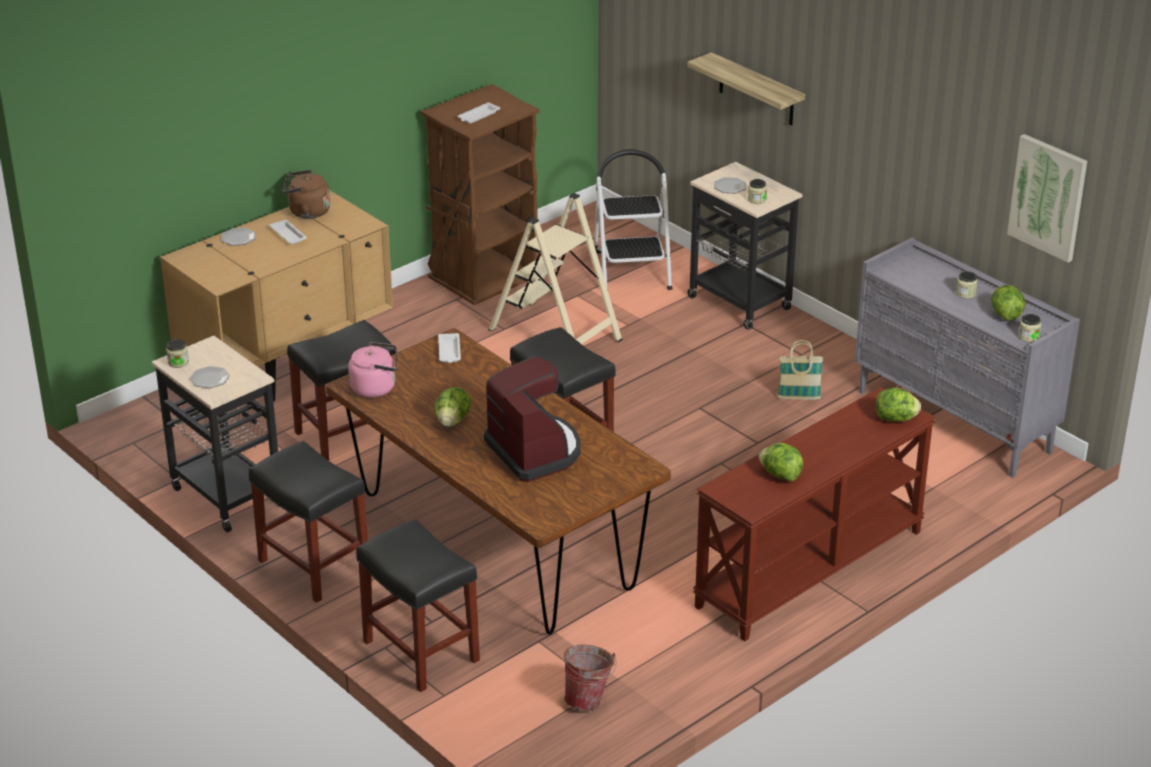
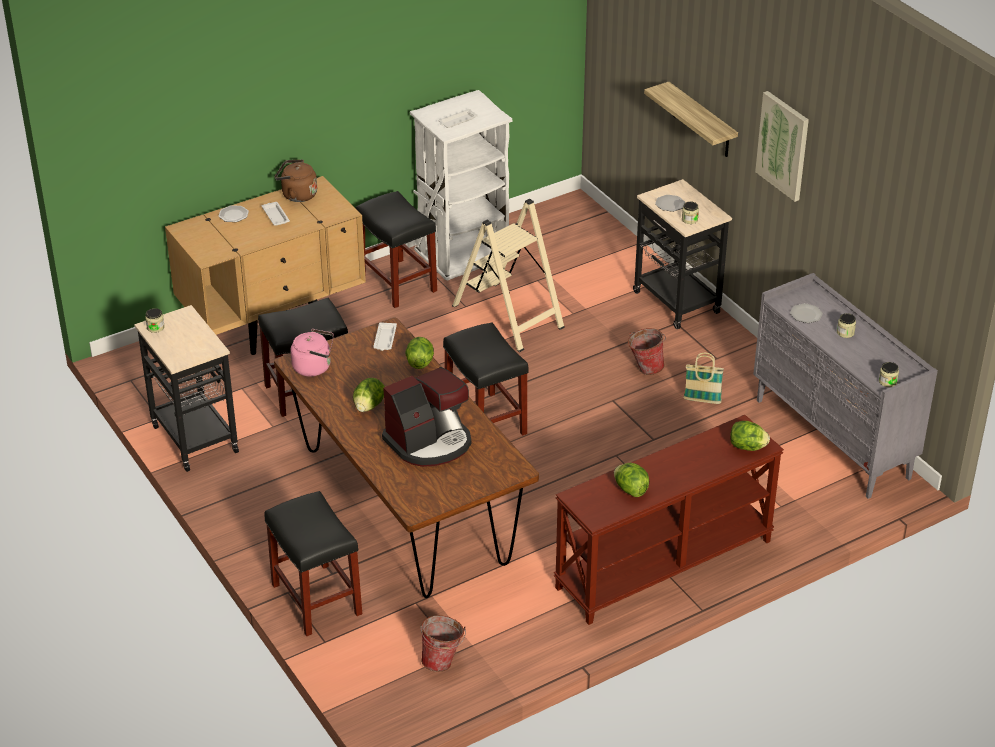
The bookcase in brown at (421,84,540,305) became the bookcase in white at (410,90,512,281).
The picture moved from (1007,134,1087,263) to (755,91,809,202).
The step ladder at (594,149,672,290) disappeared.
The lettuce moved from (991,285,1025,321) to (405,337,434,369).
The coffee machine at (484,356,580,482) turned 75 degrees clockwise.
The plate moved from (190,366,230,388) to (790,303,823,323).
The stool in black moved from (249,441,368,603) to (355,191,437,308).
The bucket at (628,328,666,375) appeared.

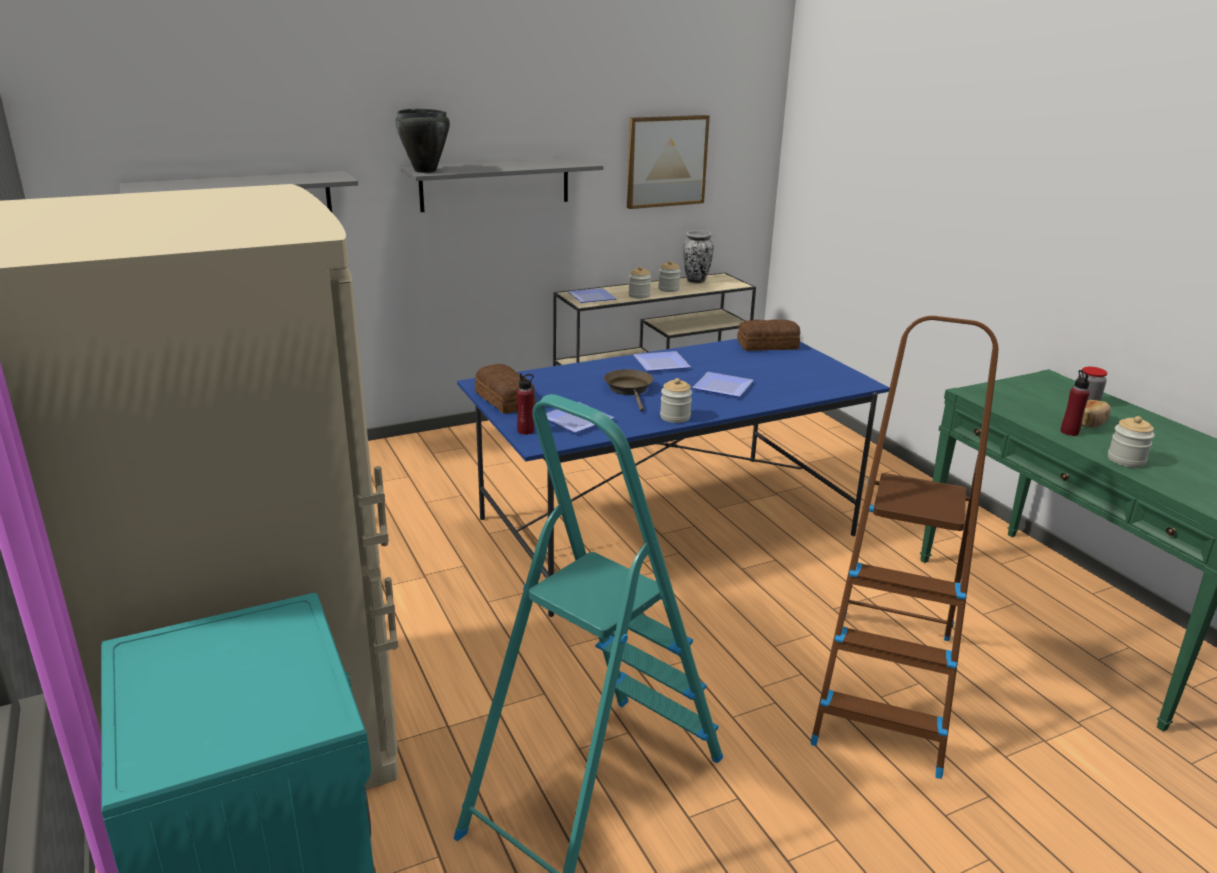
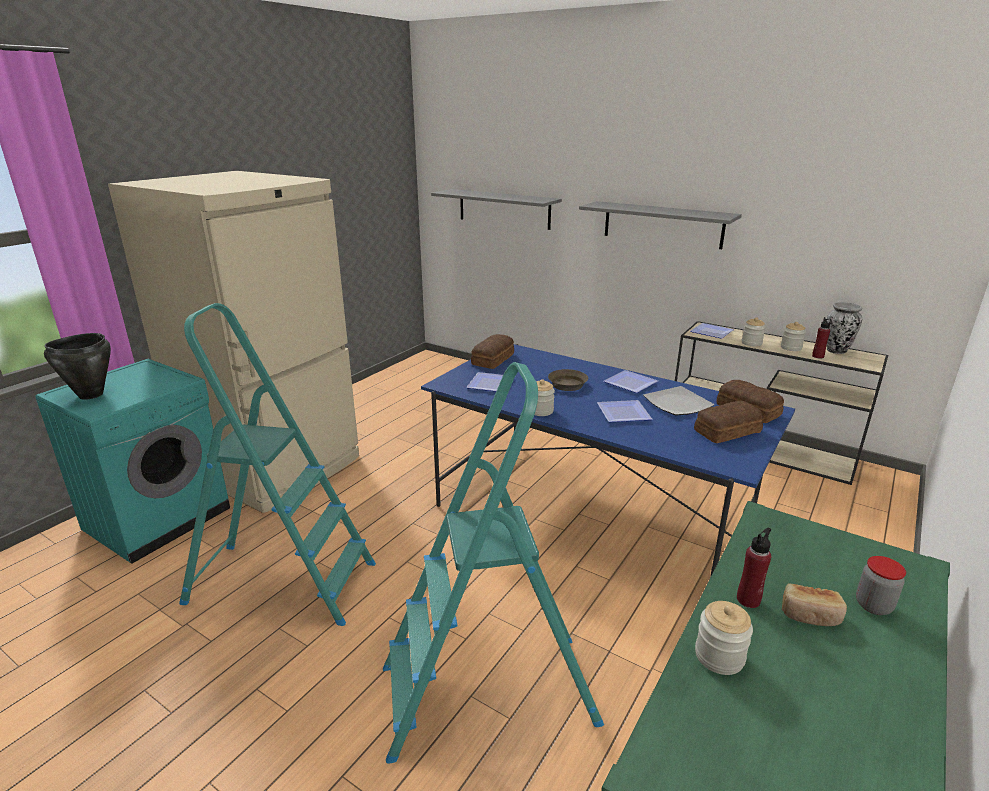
The cooking pot in black moved from (395,108,450,173) to (44,333,111,400).
The picture at (627,115,710,209) disappeared.
The step ladder in brown at (811,316,999,779) became the step ladder in turquoise at (383,362,604,764).
The bottle in red moved from (517,373,534,435) to (812,317,832,359).
The plate at (643,386,714,415) appeared.
The bread at (694,401,764,443) appeared.

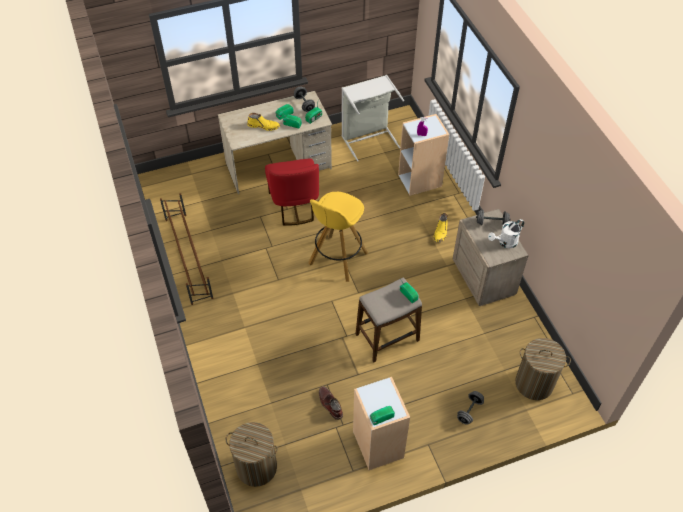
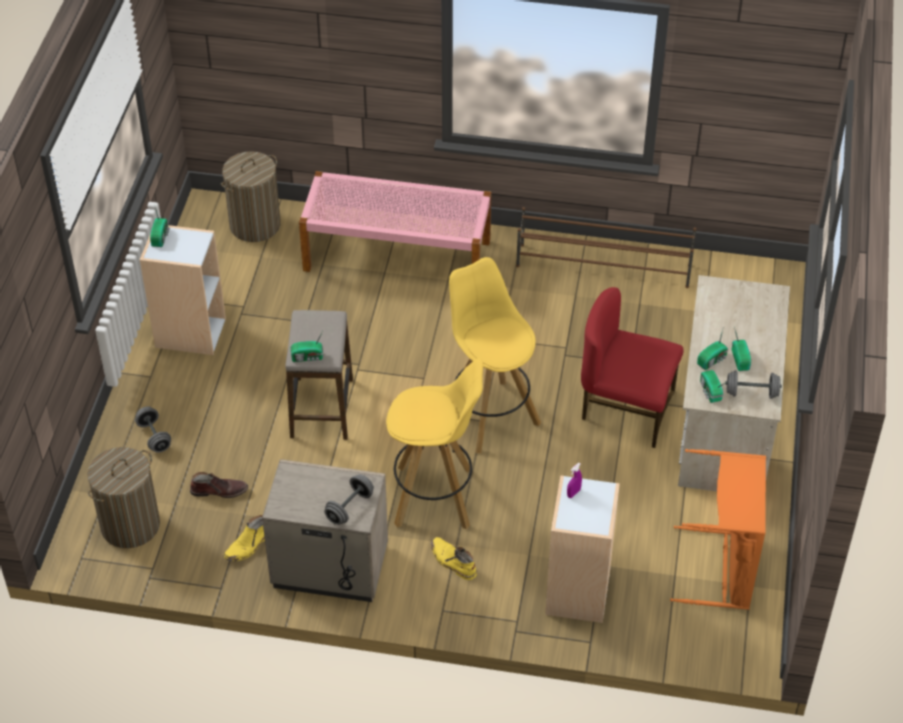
The laundry basket in grey at (341,75,404,162) became the laundry basket in orange at (670,449,766,610).
The boot in yellow moved from (247,113,280,131) to (223,515,265,561).
The watering can in white at (488,219,524,248) disappeared.
The boot in brown moved from (319,386,343,420) to (190,472,248,498).
The bench in pink at (299,171,491,272) appeared.
The stool in yellow at (386,358,483,530) appeared.

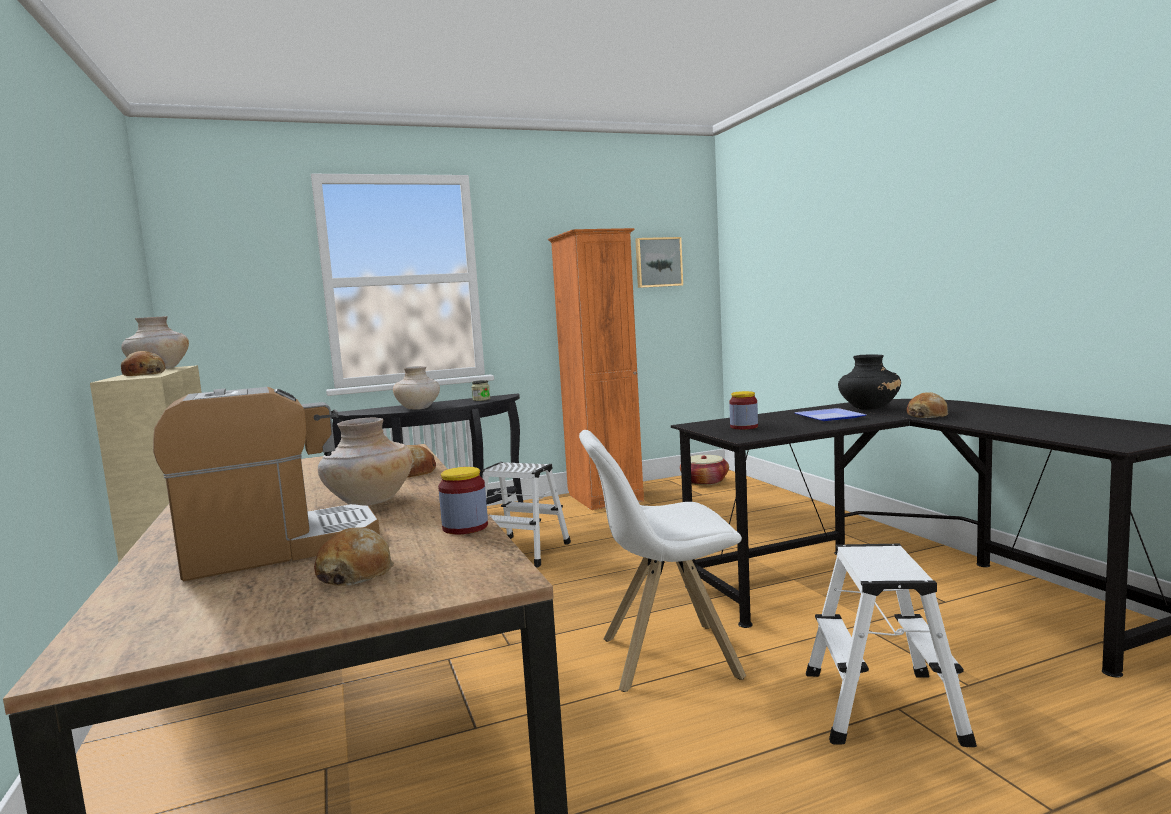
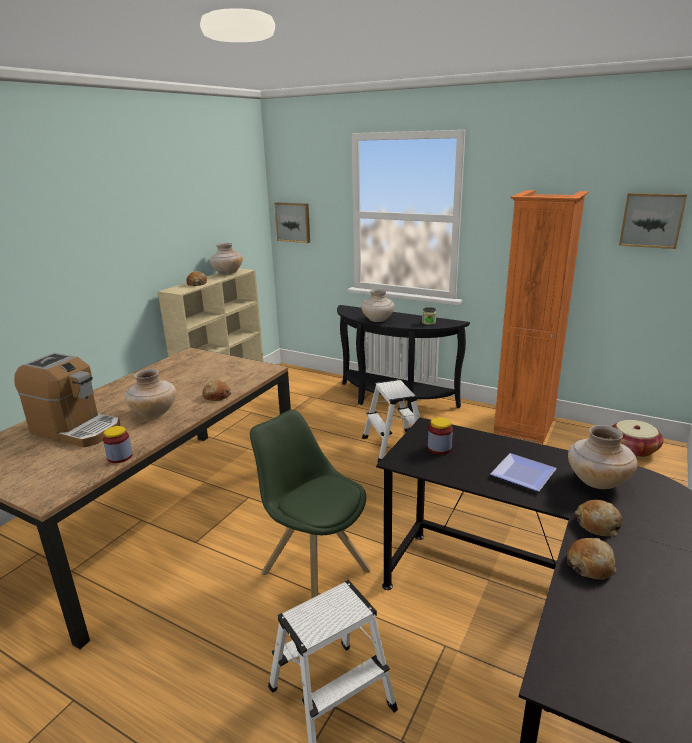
The vase in black at (838,354,901,410) became the vase in beige at (568,425,638,489).
The chair in white at (579,430,746,692) became the chair in green at (250,409,370,599).
The bread moved from (314,527,394,586) to (567,538,616,579).
The picture at (274,202,310,243) appeared.

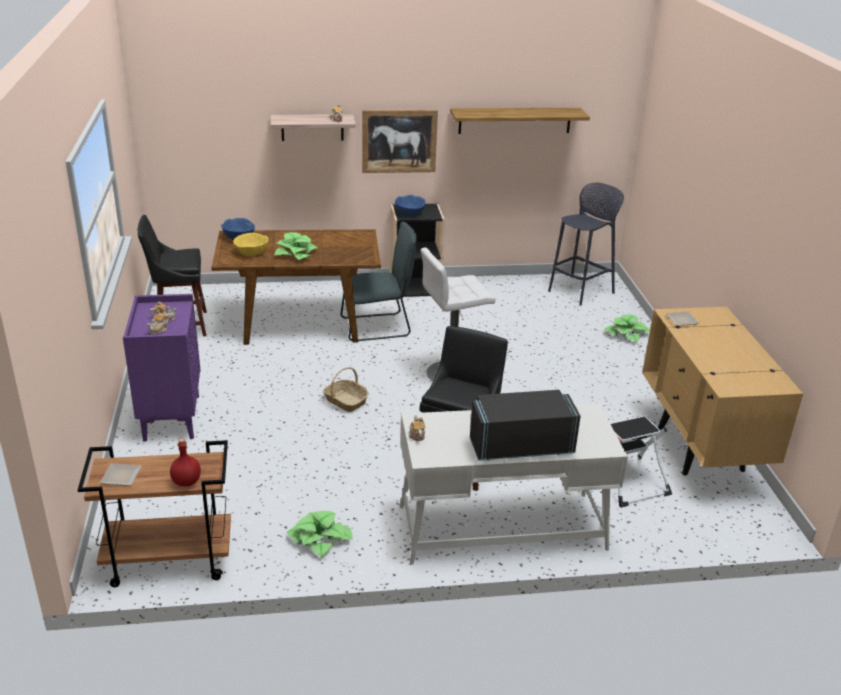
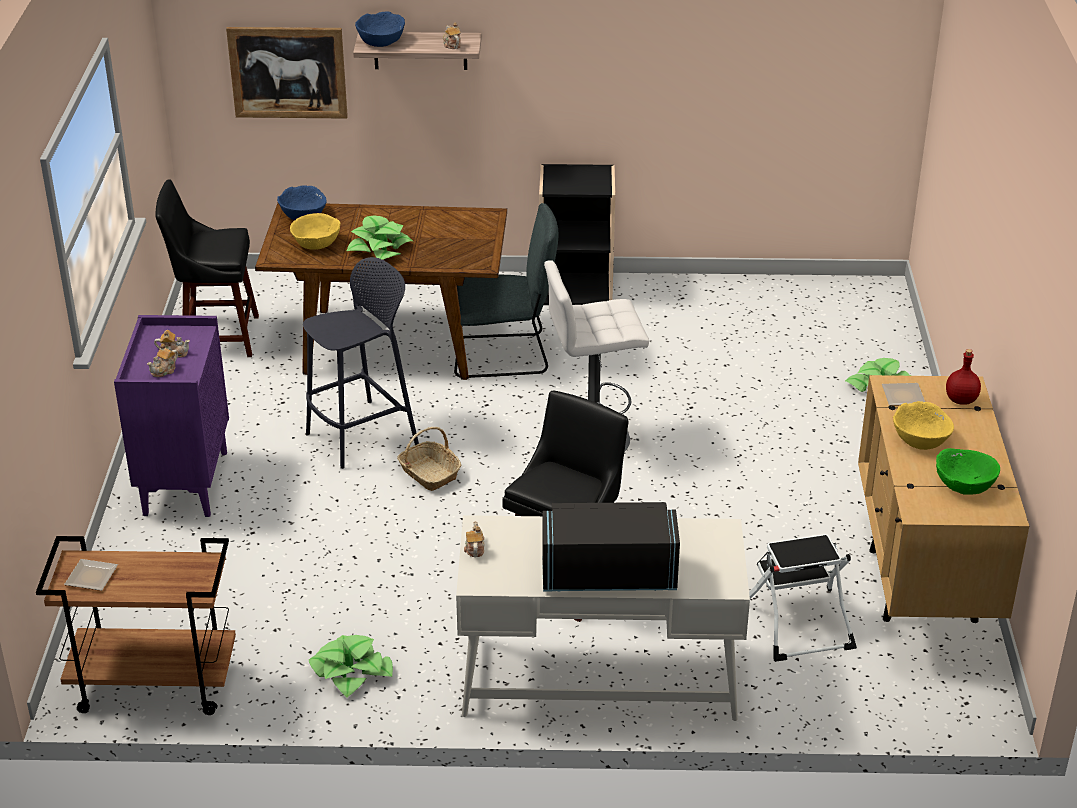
The shelf at (450,108,590,134) disappeared.
The picture moved from (362,110,438,173) to (226,27,348,119).
The stool in grey moved from (548,183,624,306) to (303,257,419,469).
The bowl in blue moved from (395,195,425,216) to (355,12,405,47).
The bottle in red moved from (170,439,201,487) to (946,349,981,405).
The bowl in yellow at (893,401,954,450) appeared.
The bowl in green at (936,448,1000,495) appeared.

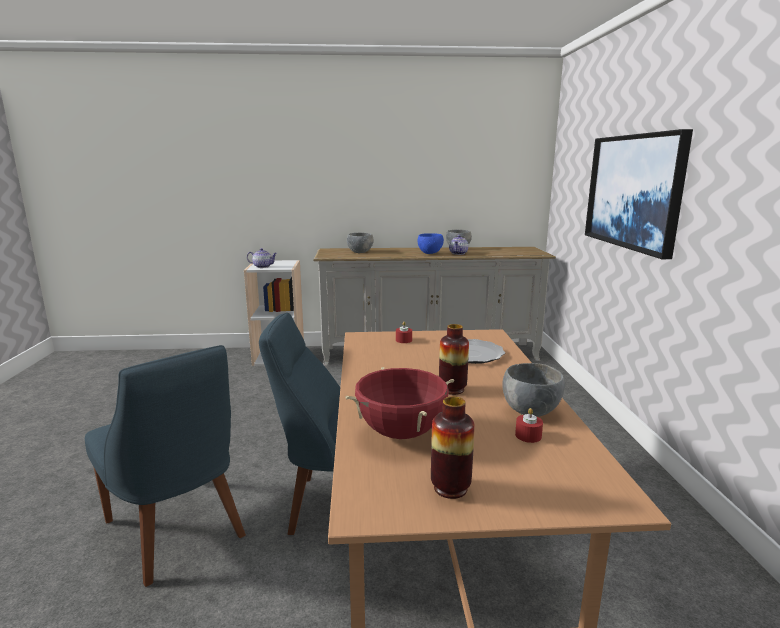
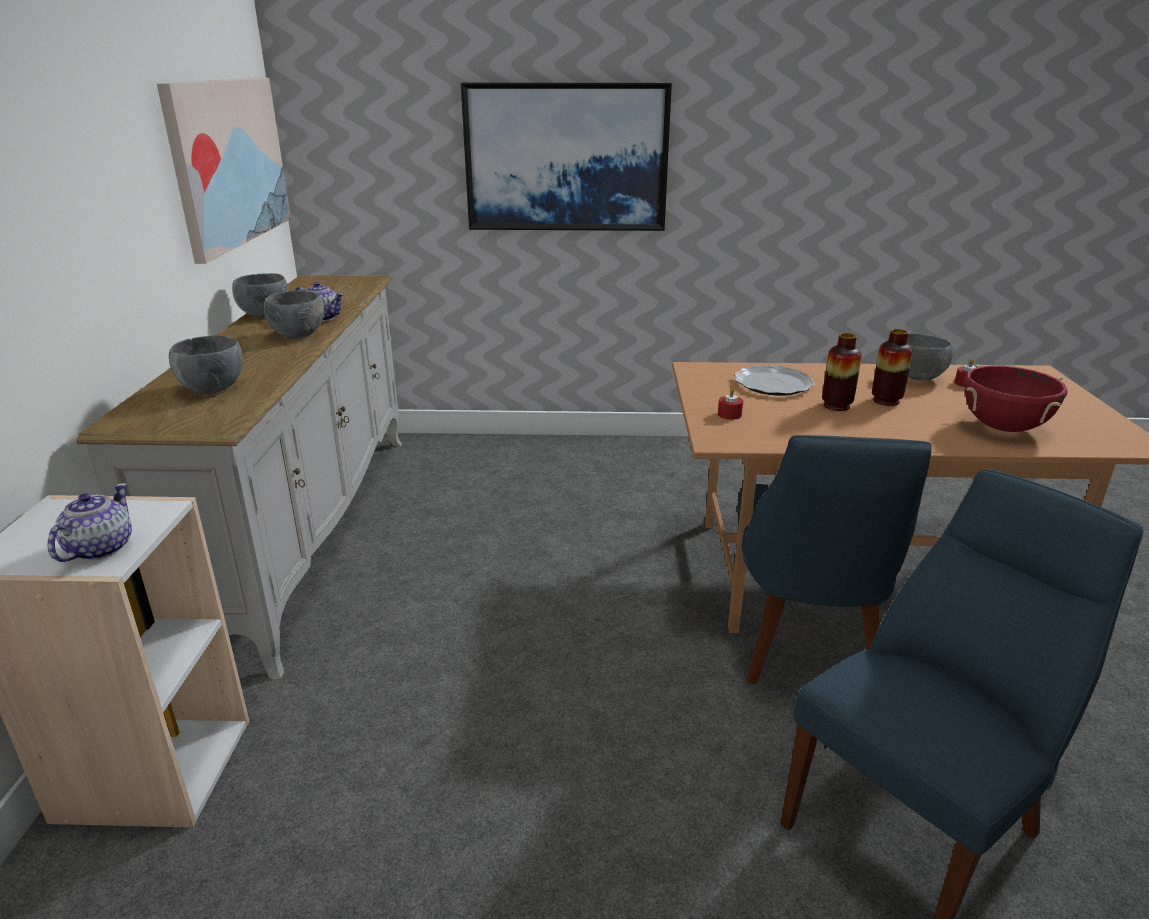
The bowl in blue at (418,233,444,254) became the bowl in grey at (264,291,324,338).
The vase moved from (431,396,475,499) to (822,333,862,411).
The picture at (157,78,291,264) appeared.

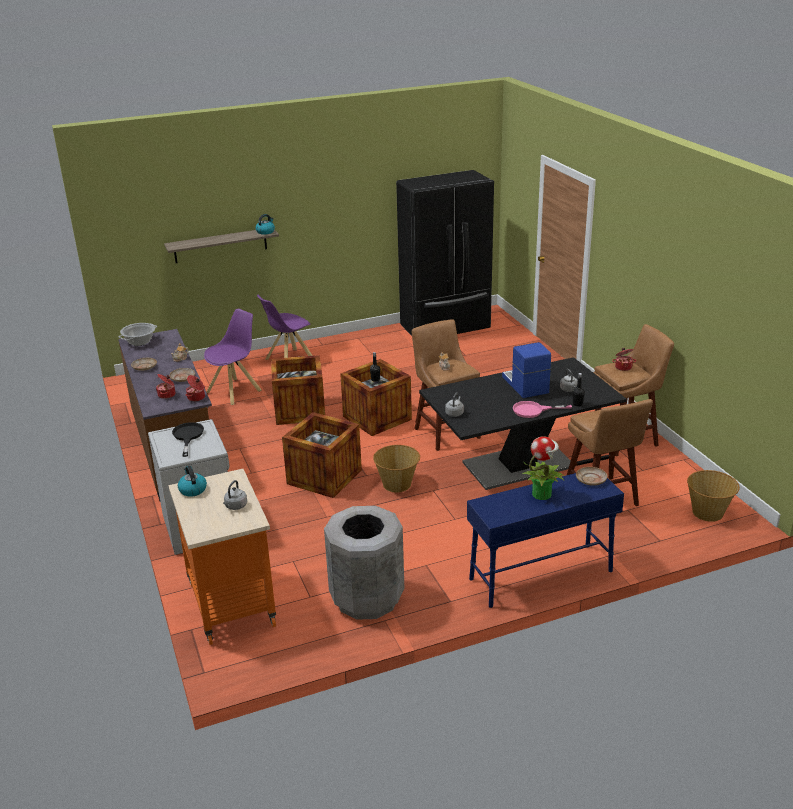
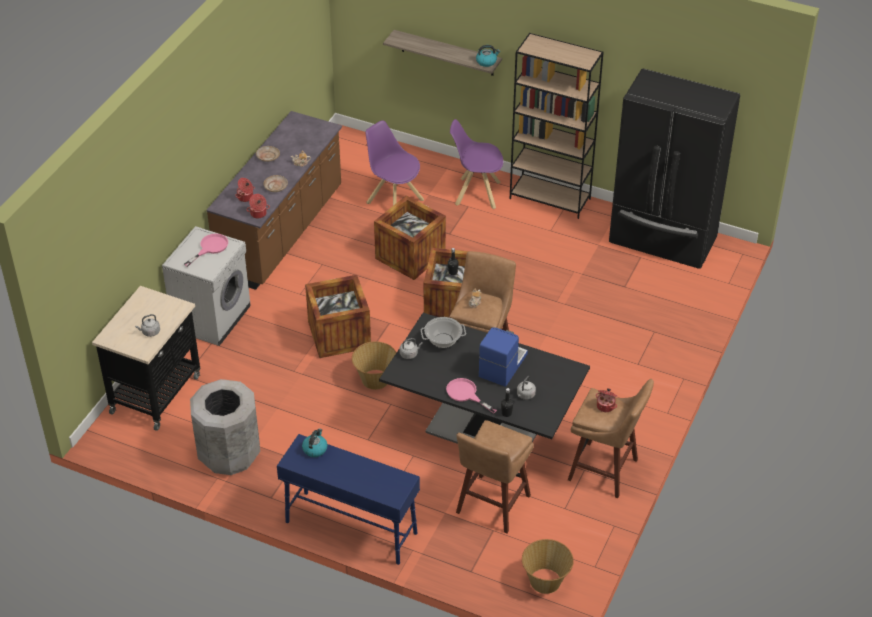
The chair in purple at (204,309,261,405) turned 135 degrees counterclockwise.
The cooking pot moved from (119,323,157,346) to (421,317,466,348).
The frying pan in black at (172,422,204,457) became the frying pan in pink at (184,234,228,267).
The potted plant at (522,436,564,500) disappeared.
The kettle moved from (178,465,207,497) to (302,428,327,457).
The plate in beige at (576,467,607,485) disappeared.
The cart in orange at (168,469,276,645) became the cart in black at (92,286,200,431).
The bookcase in beige at (510,33,604,219) appeared.

